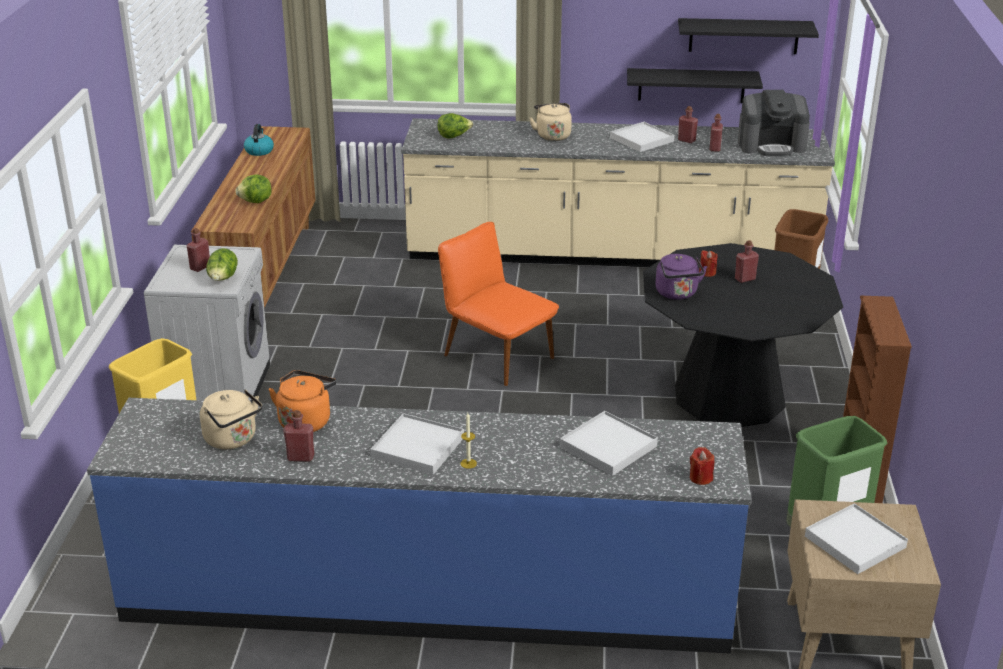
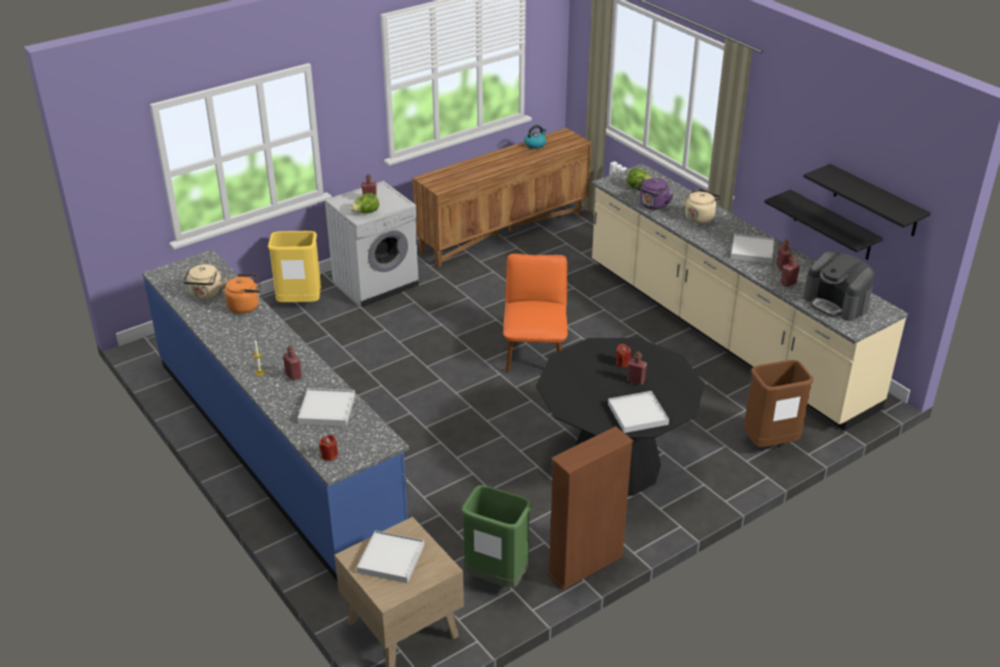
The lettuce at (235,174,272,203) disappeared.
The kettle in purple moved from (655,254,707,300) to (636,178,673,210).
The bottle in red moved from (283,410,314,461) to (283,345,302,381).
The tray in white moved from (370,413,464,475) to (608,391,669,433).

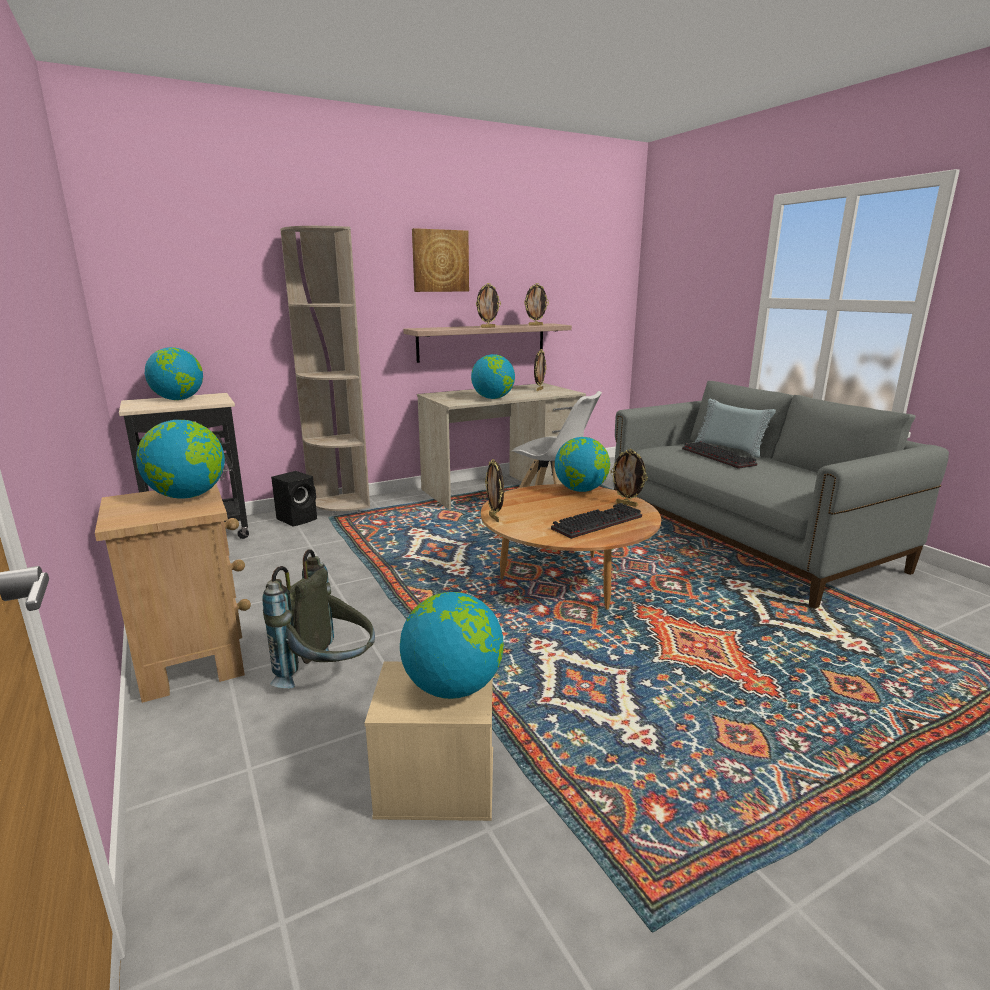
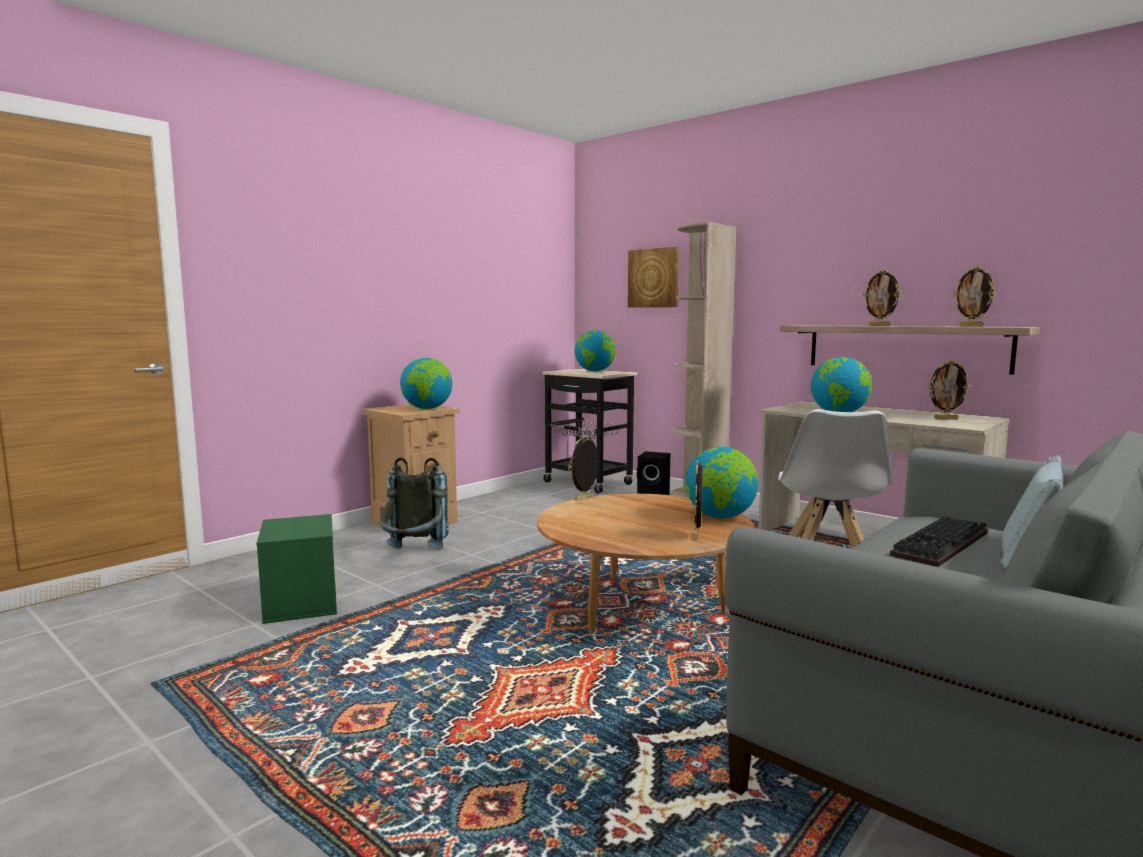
The picture moved from (412,228,469,292) to (628,247,679,308).
The keyboard at (551,503,642,539) disappeared.
The globe at (400,592,504,699) disappeared.
The storage box in beige at (365,662,493,821) became the storage box in green at (257,514,337,624).

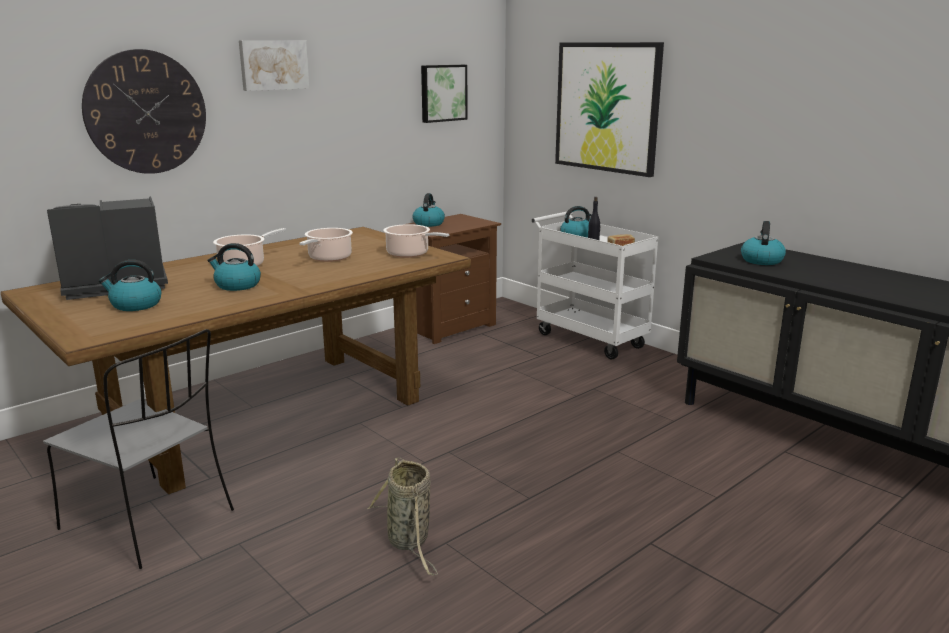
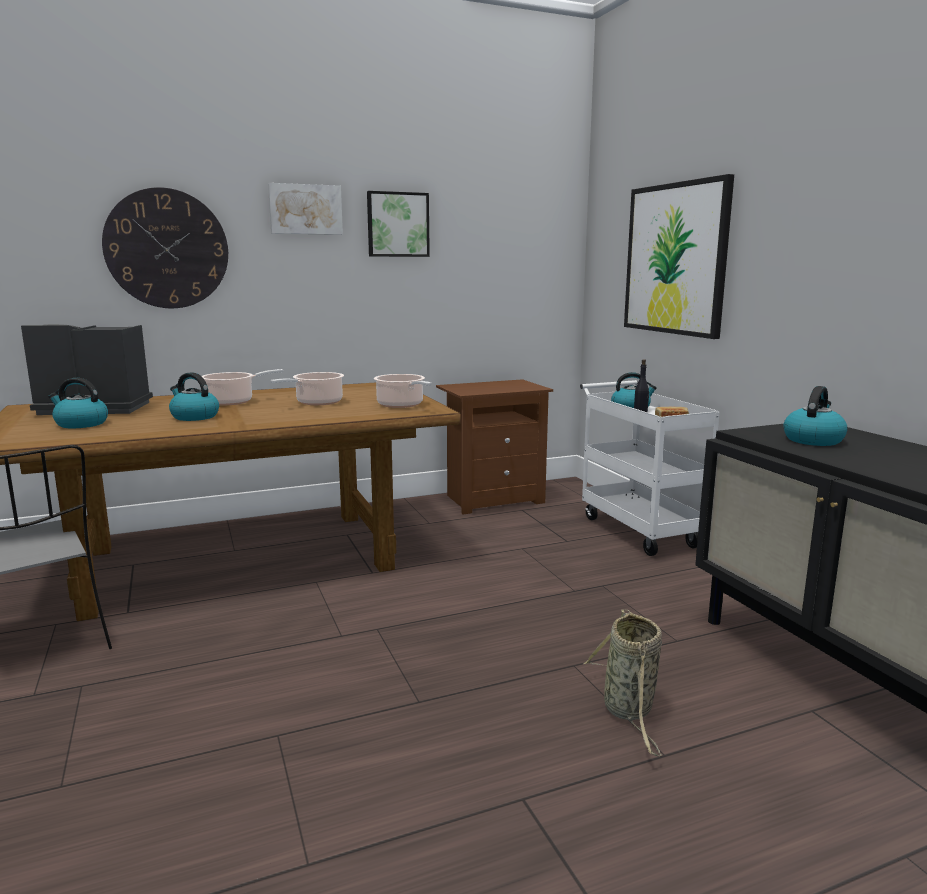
The picture moved from (421,65,467,123) to (367,191,430,257).
The kettle at (412,193,445,227) disappeared.
The basket moved from (368,458,438,575) to (583,610,662,756).

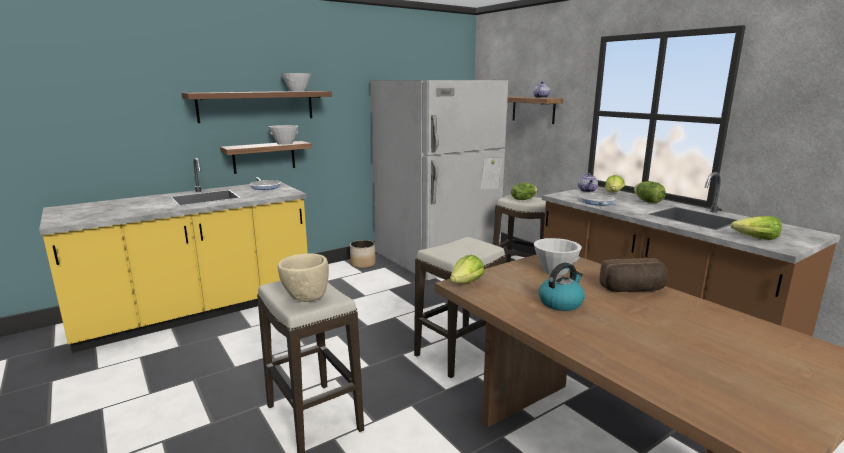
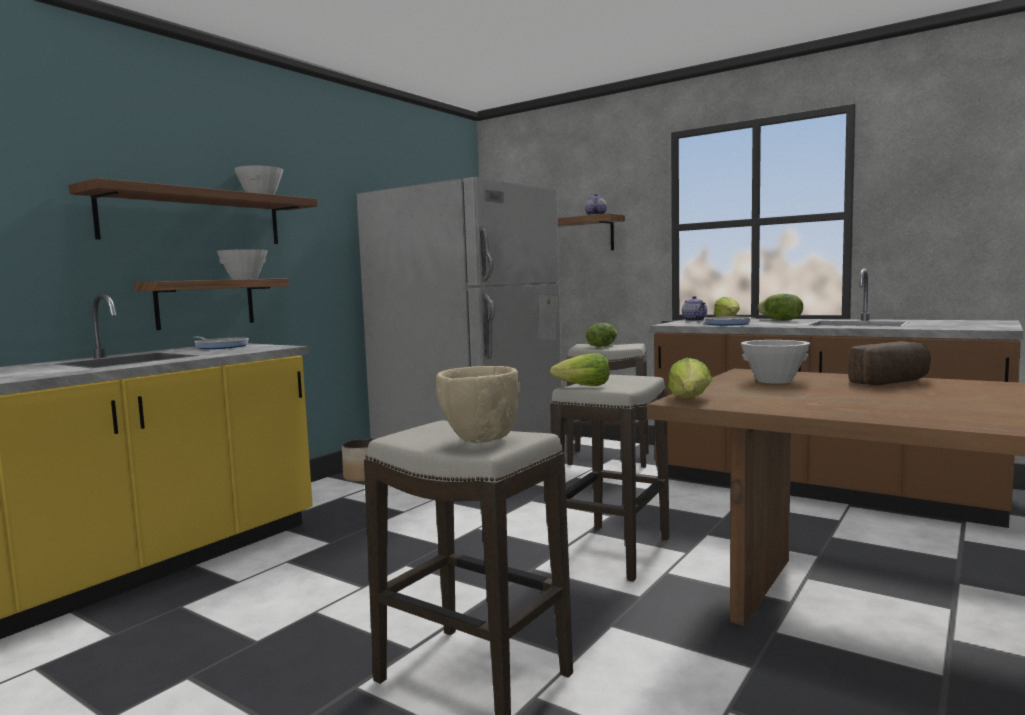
The lettuce moved from (731,216,782,240) to (550,353,610,386).
The kettle at (538,263,585,311) disappeared.

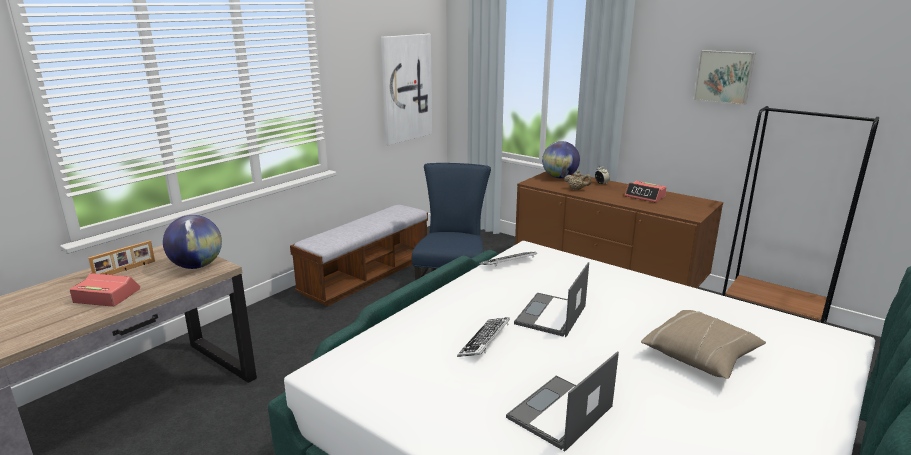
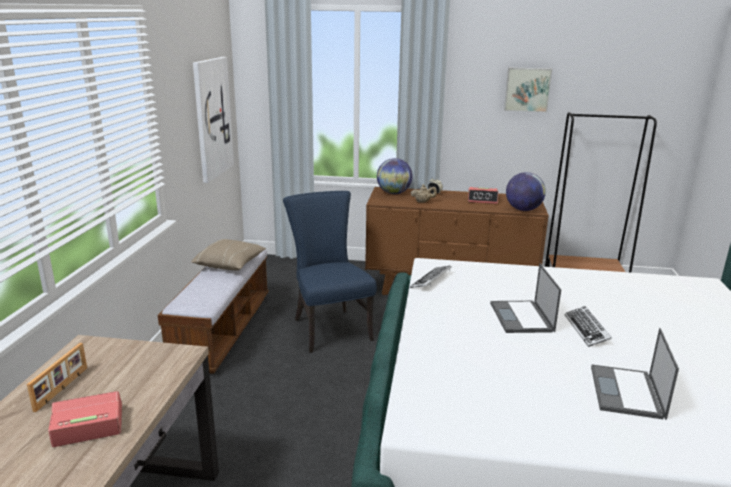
The globe moved from (163,215,222,269) to (506,172,546,211).
The pillow in beige moved from (641,310,766,379) to (191,239,266,271).
The keyboard moved from (457,317,510,357) to (565,306,612,347).

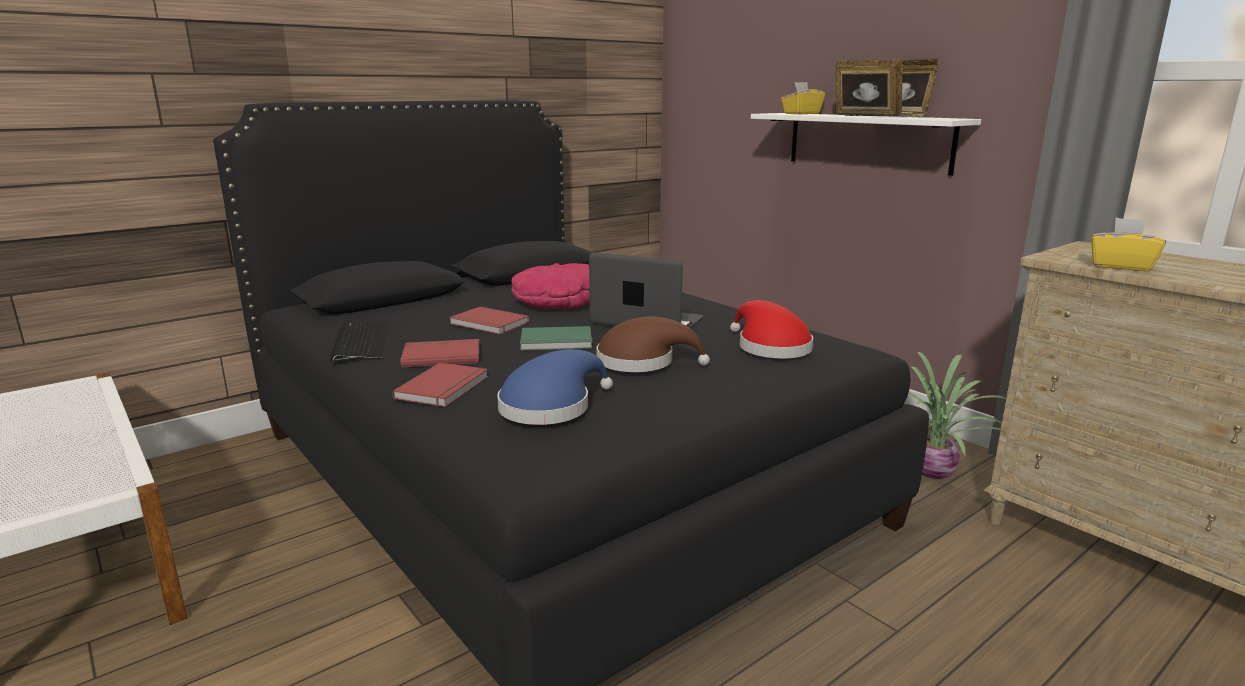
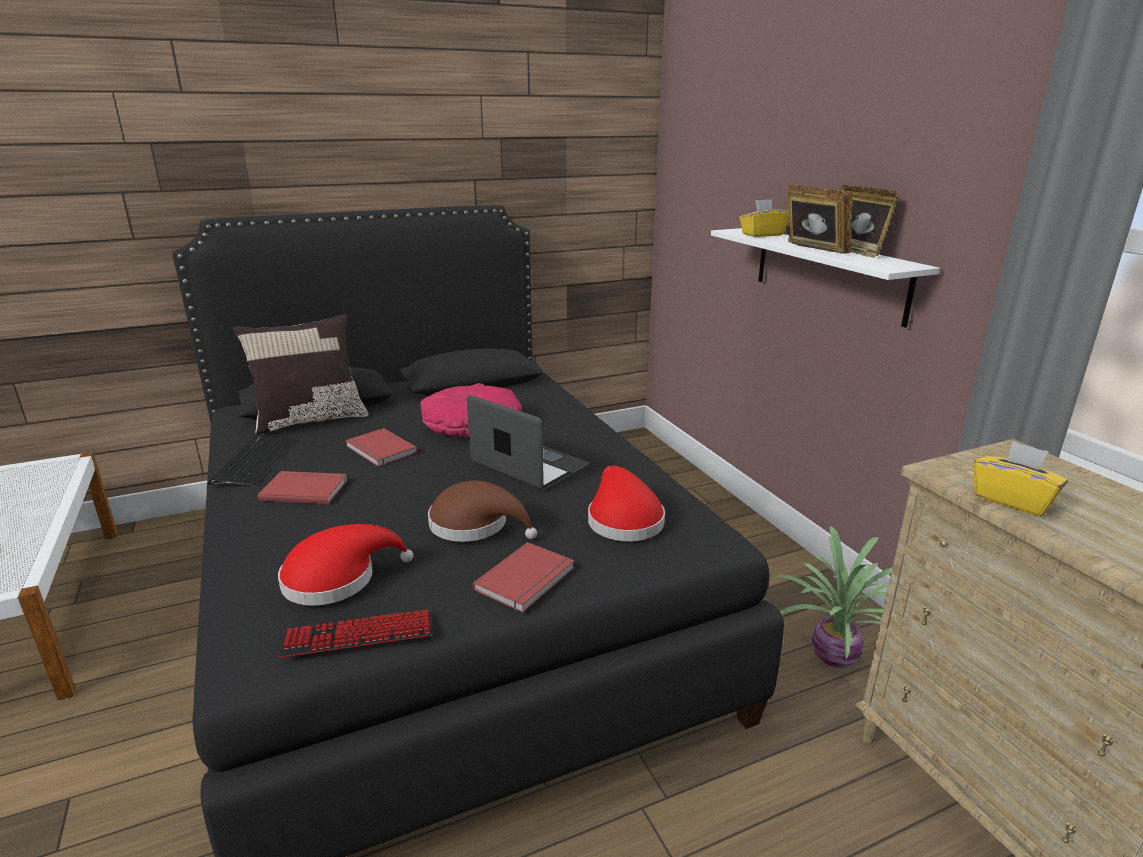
The book in green at (520,326,592,350) disappeared.
The hat in blue at (497,349,613,425) became the hat in red at (278,524,413,606).
The book in red moved from (392,363,488,407) to (473,542,574,613).
The pillow at (233,314,368,435) appeared.
The keyboard at (279,609,432,658) appeared.

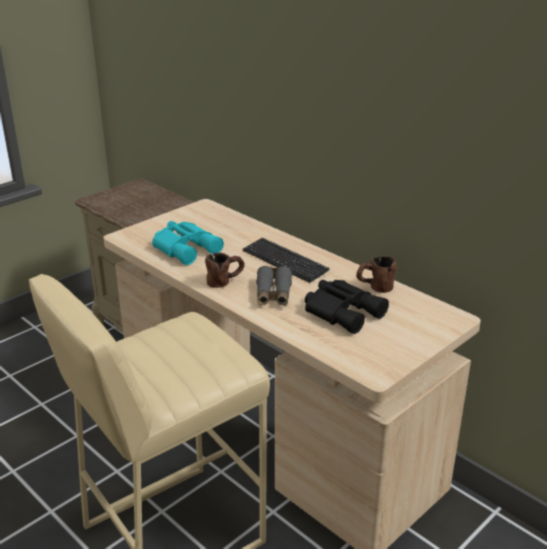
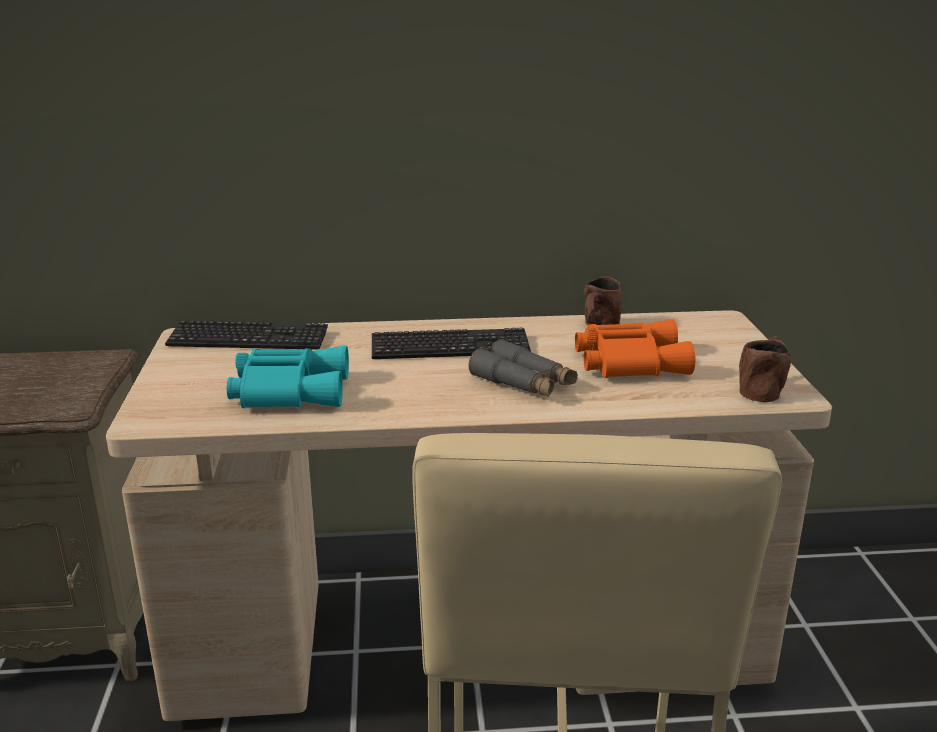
The mug in brown moved from (205,253,245,288) to (739,336,791,402).
The binoculars in black at (305,280,389,334) became the binoculars in orange at (575,319,695,378).
The keyboard at (165,321,328,350) appeared.

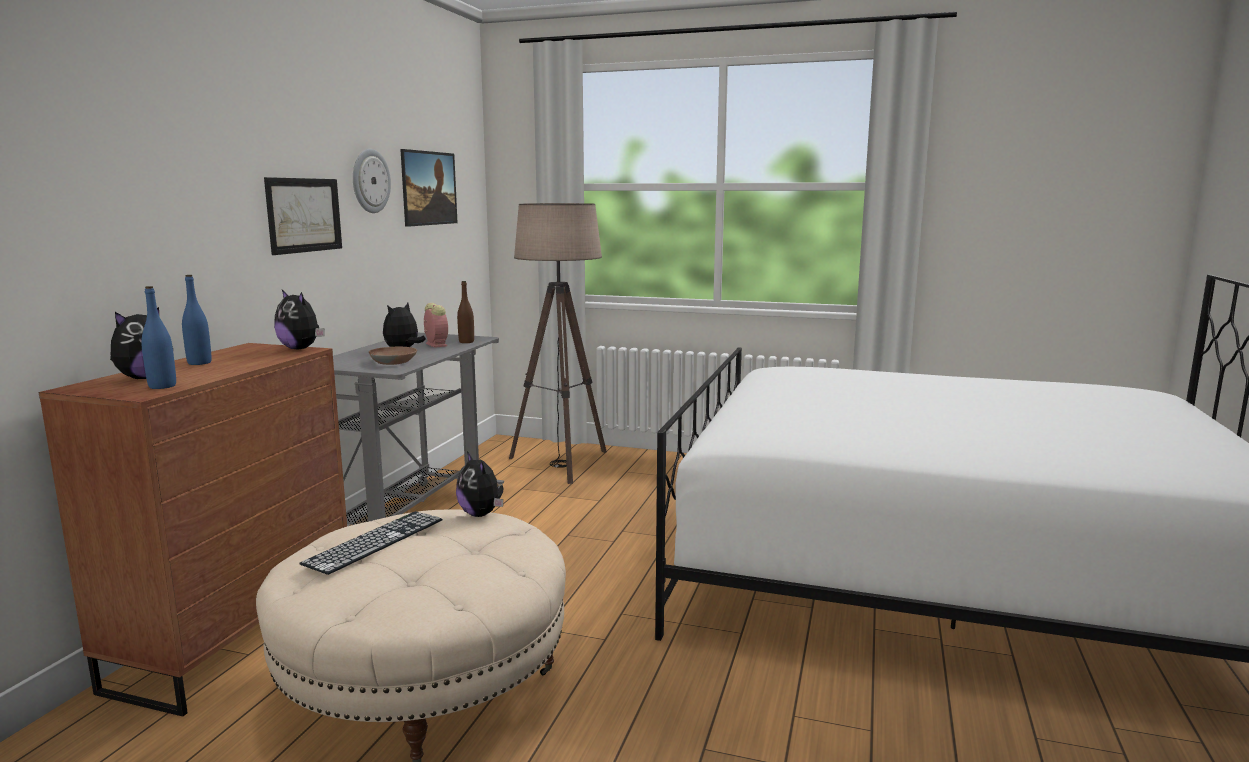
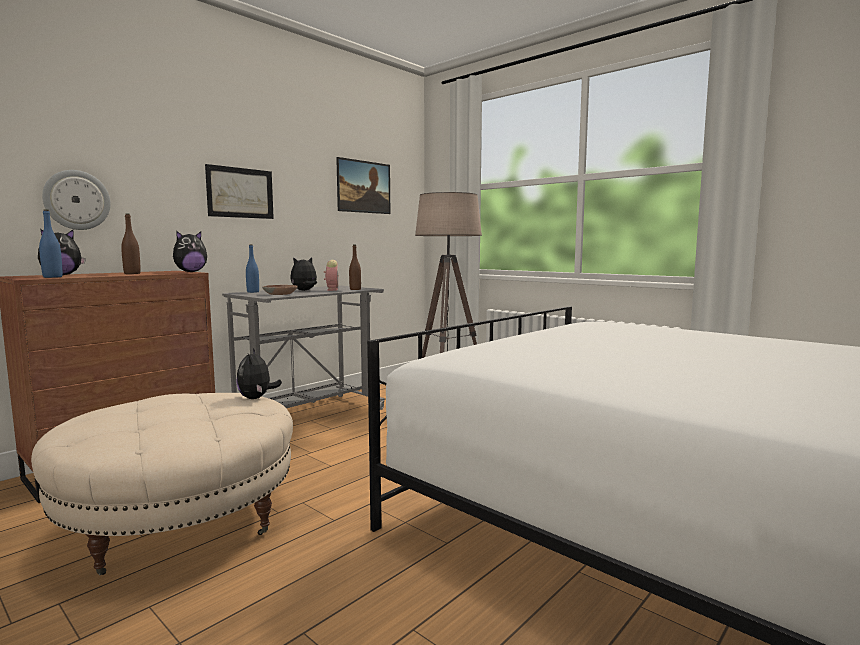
The wall clock moved from (353,149,391,213) to (42,170,111,230).
The bottle in blue moved from (182,275,212,365) to (246,244,259,293).
The plush toy at (274,290,325,349) turned 105 degrees counterclockwise.
The keyboard at (299,511,443,575) disappeared.
The bottle in brown at (121,214,141,274) appeared.

